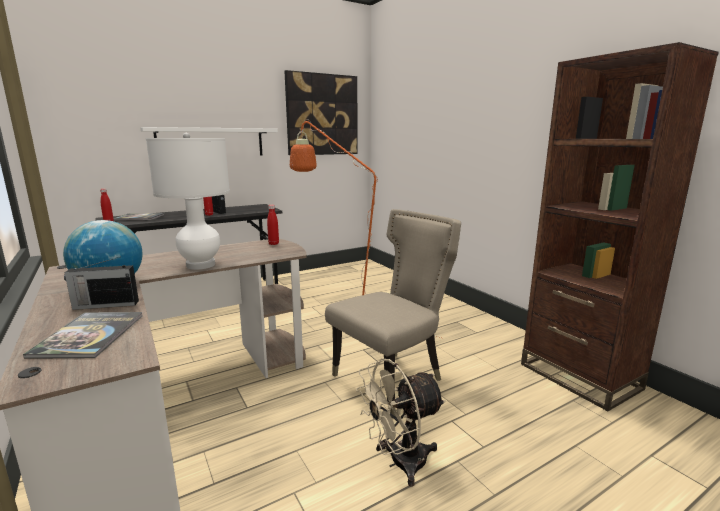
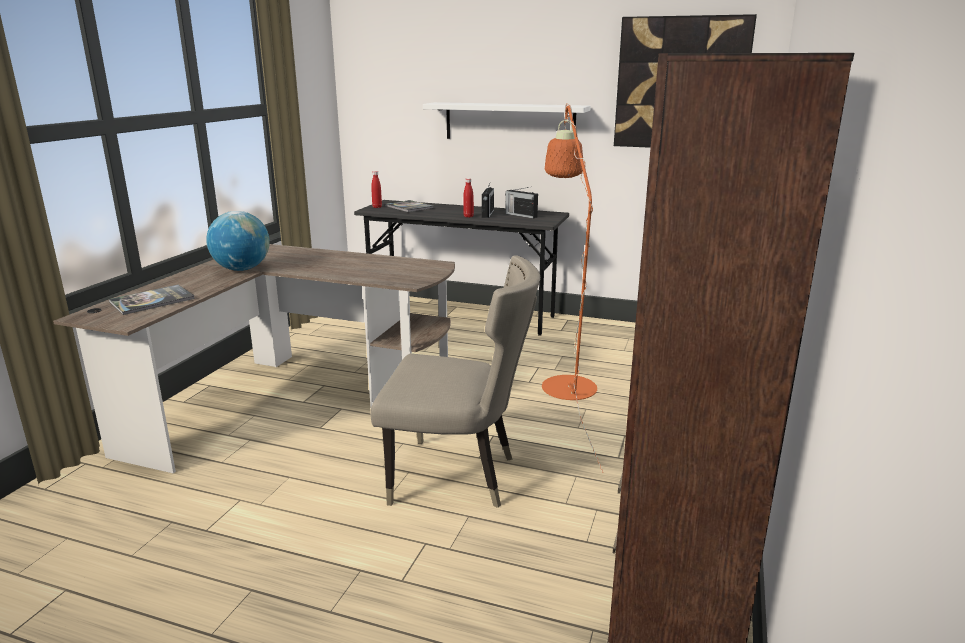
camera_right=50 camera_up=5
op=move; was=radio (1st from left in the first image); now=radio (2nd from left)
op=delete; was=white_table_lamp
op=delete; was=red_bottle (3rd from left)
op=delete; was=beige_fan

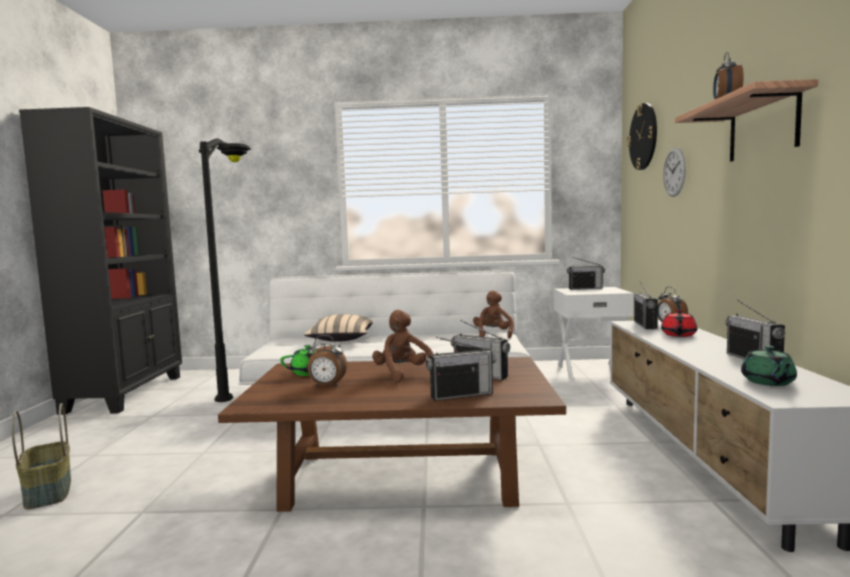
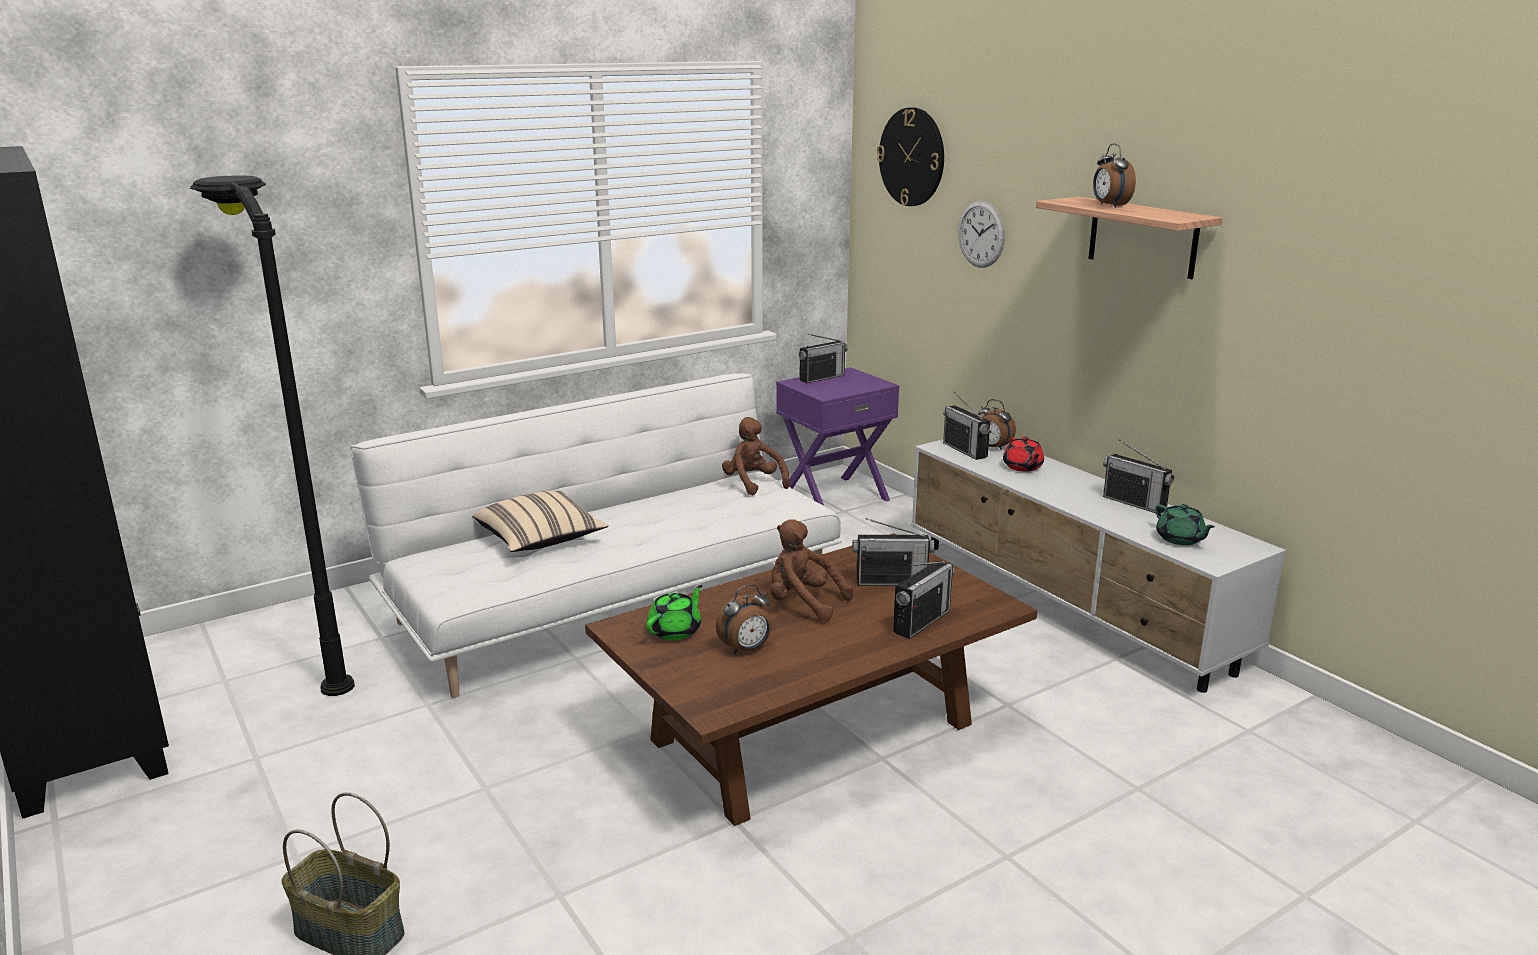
camera_right=-35 camera_up=15
op=recolor; was=white_nightstand; now=purple_nightstand

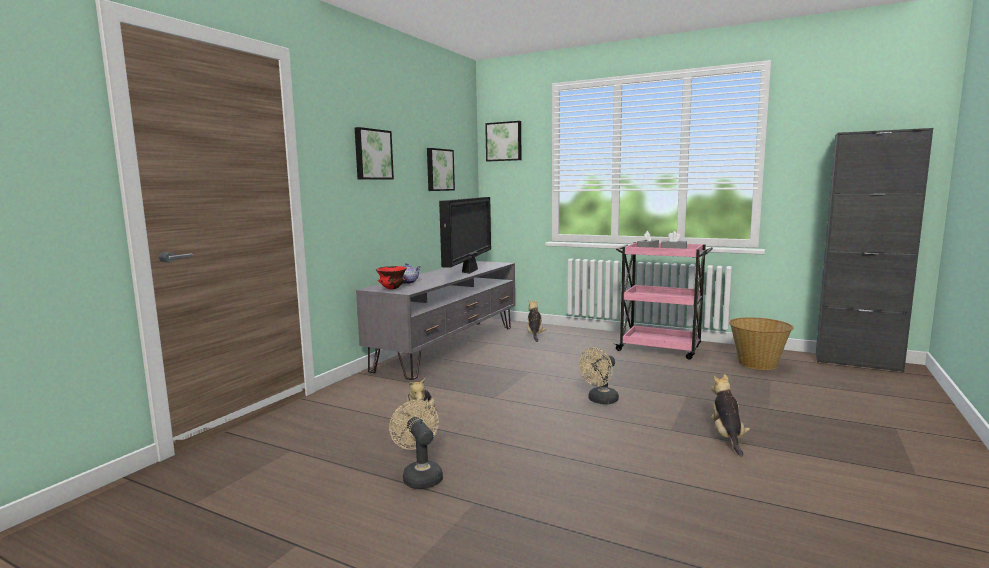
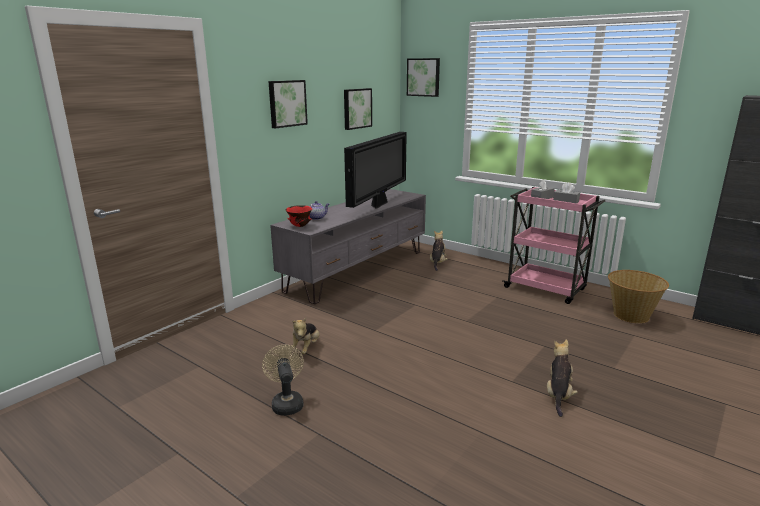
camera_right=10 camera_up=10
op=delete; was=beige_fan (2nd from left)

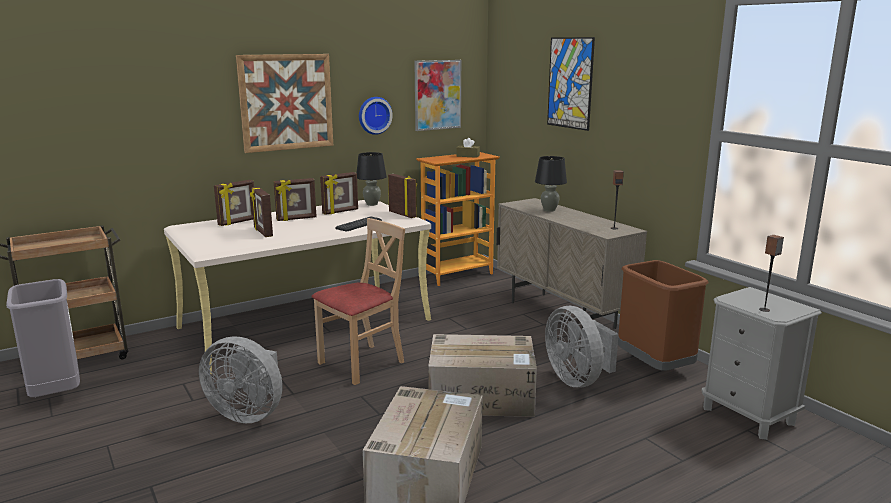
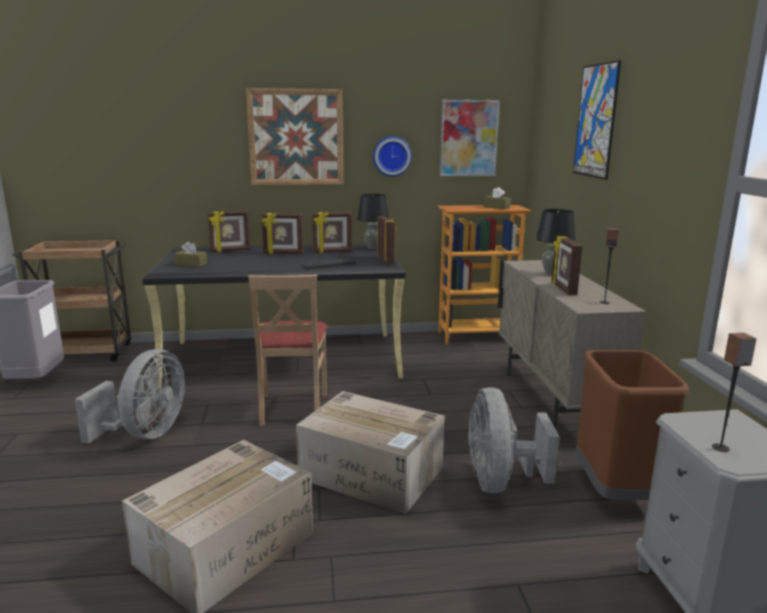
camera_right=25 camera_up=0
op=recolor; was=beige_desk; now=black_desk
op=rotate; was=grey_fan (1st from left); clockwise=-120
op=move; was=picture_frame (2nd from left in the first image); now=picture_frame (5th from left)
op=rotate; was=beige_chair; clockwise=105
op=insert; now=brown_tissue_box (1st from left)

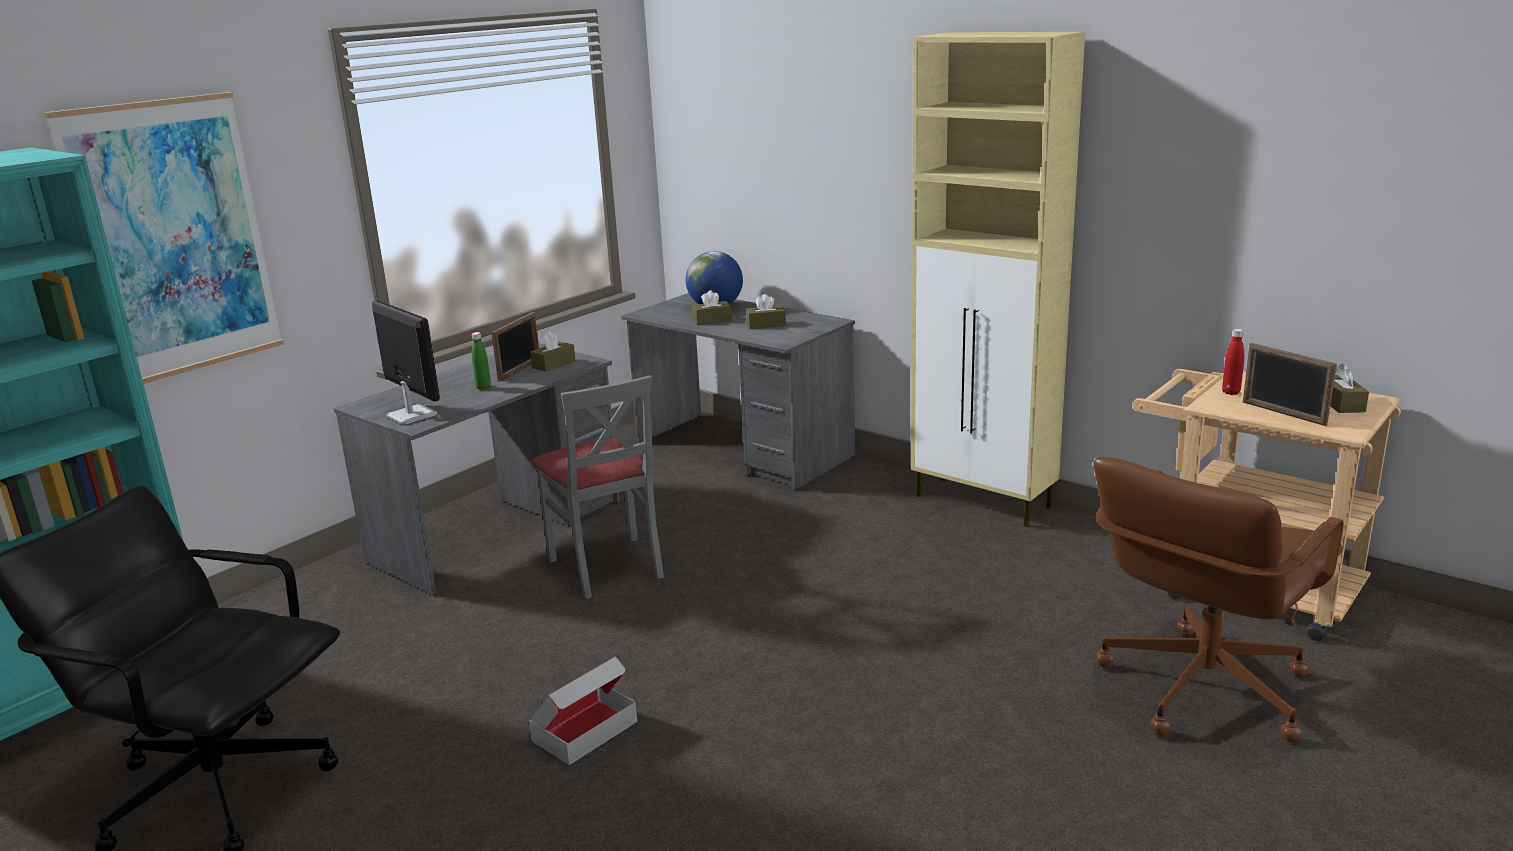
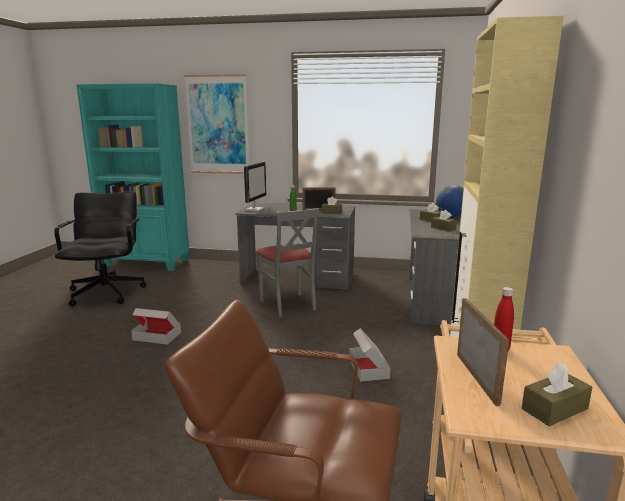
camera_right=60 camera_up=-5
op=rotate; was=grey_chair; clockwise=-60
op=rotate; was=picture_frame (2nd from left); clockwise=150
op=insert; now=cardboard_box (2nd from left)

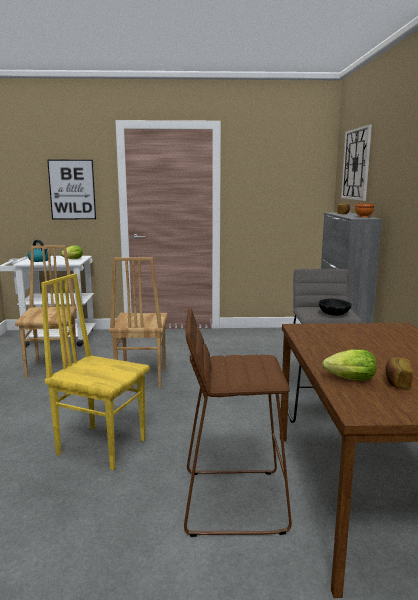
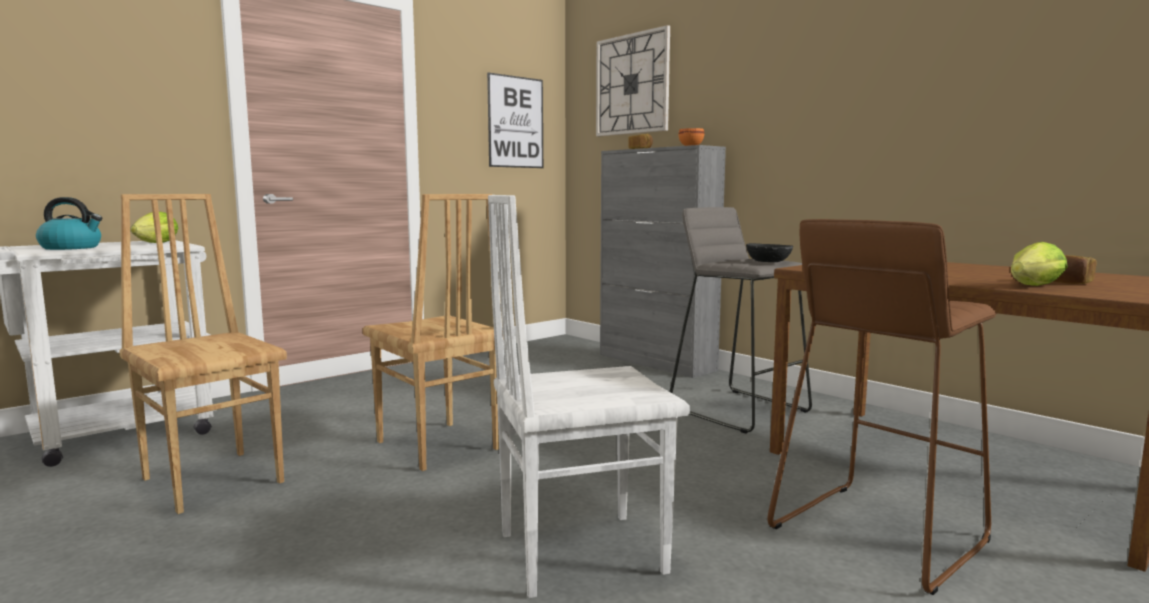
camera_right=-40 camera_up=-5
op=recolor; was=yellow_chair; now=white_chair
op=move; was=picture

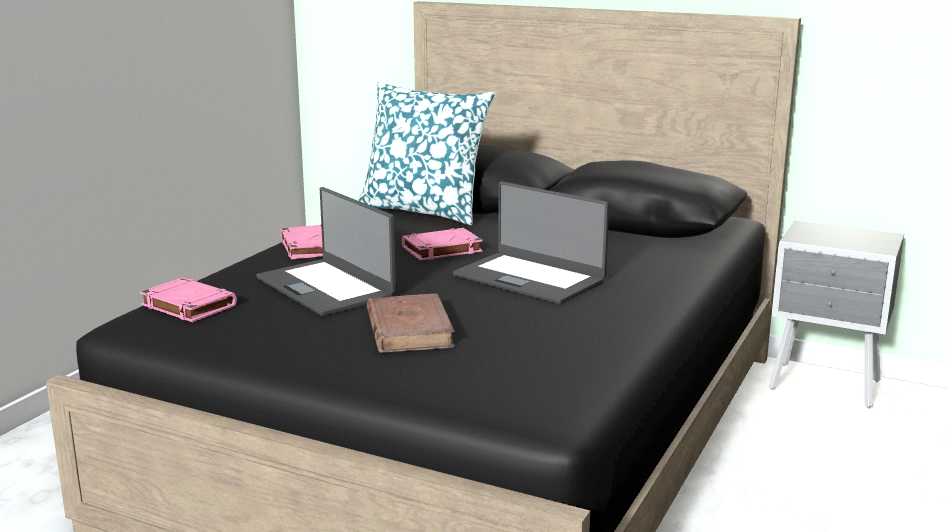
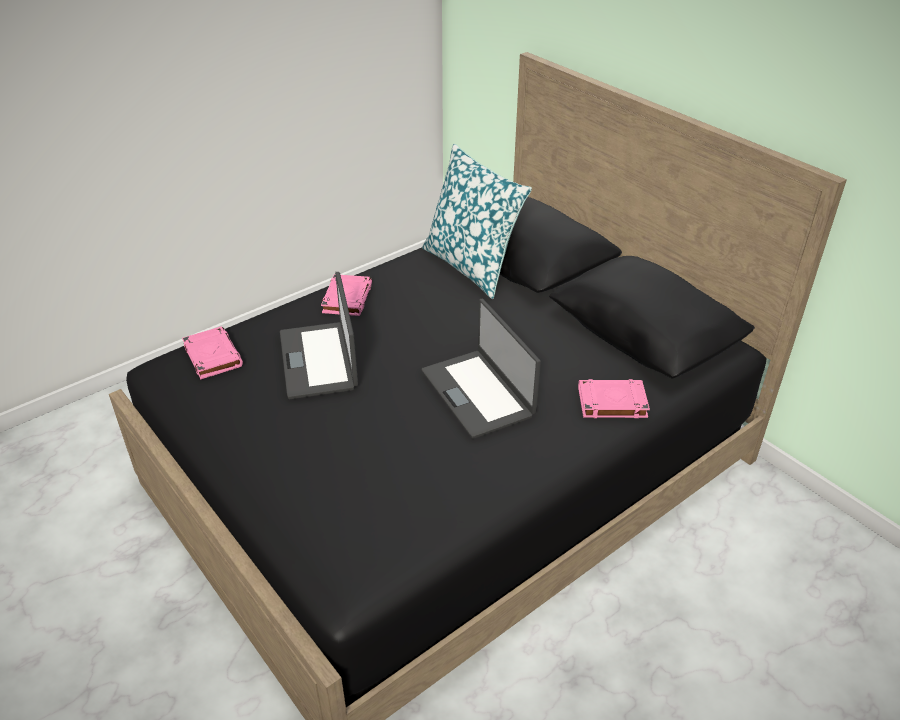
camera_right=25 camera_up=20
op=delete; was=brown_book
op=move; was=pink_book (3rd from left)
op=delete; was=grey_nightstand

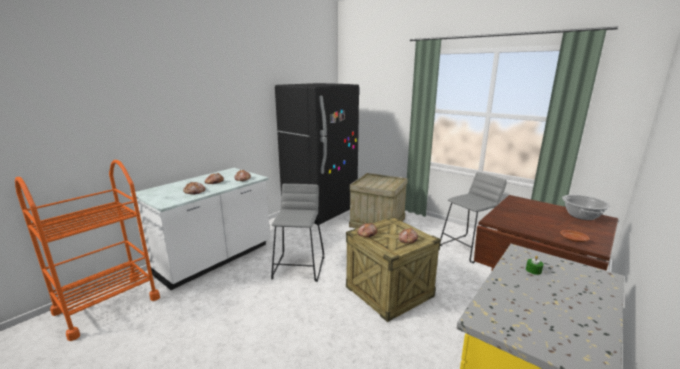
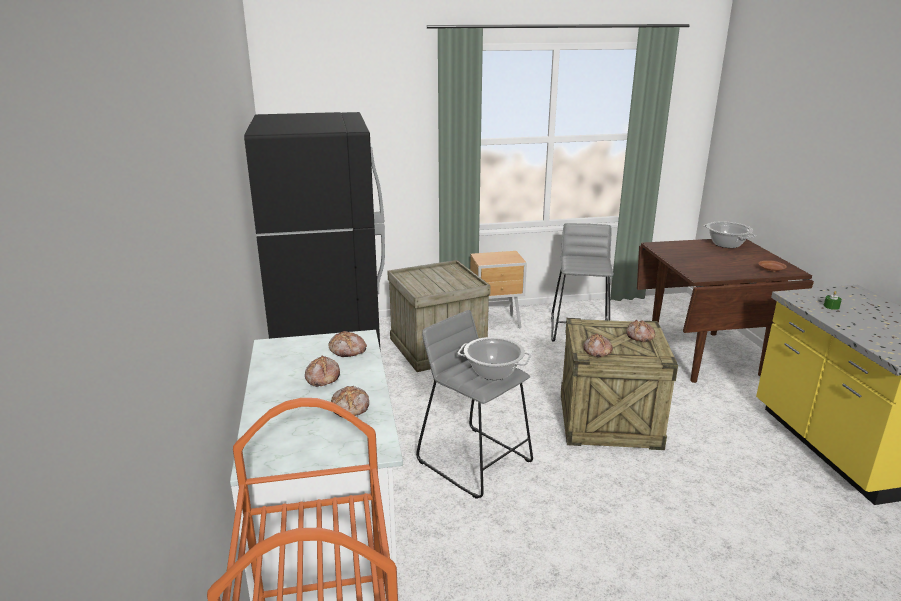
camera_right=-50 camera_up=5
op=insert; now=cooking_pot (1st from left)
op=insert; now=brown_nightstand

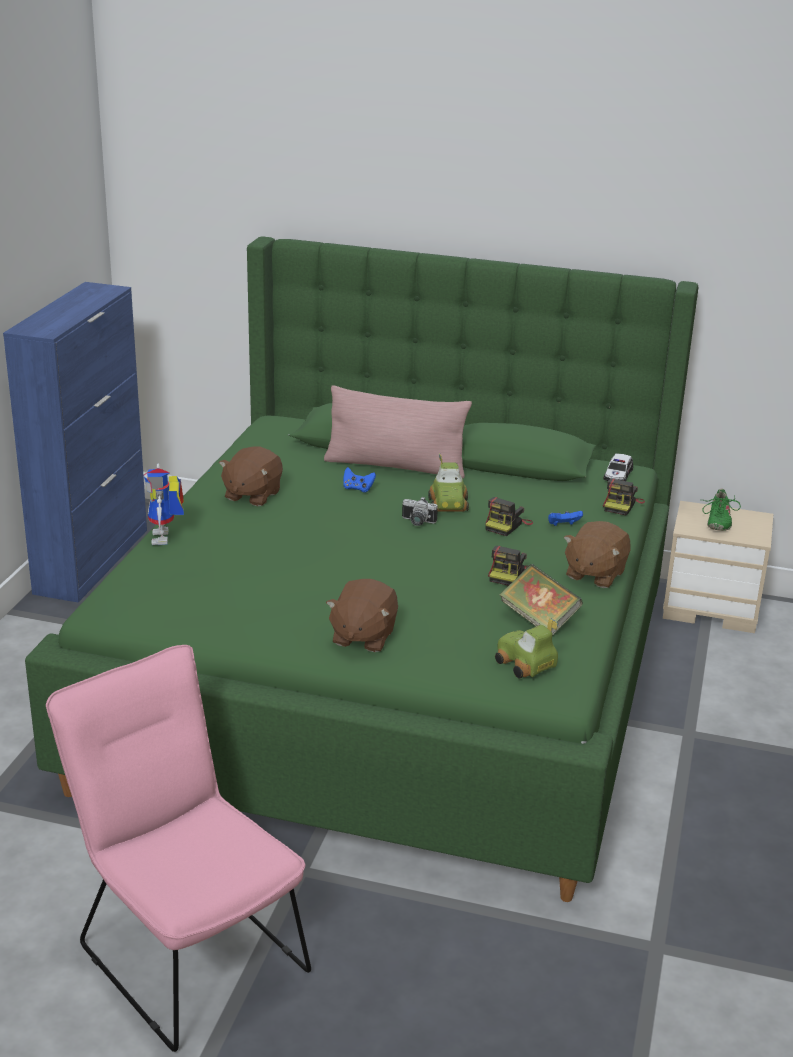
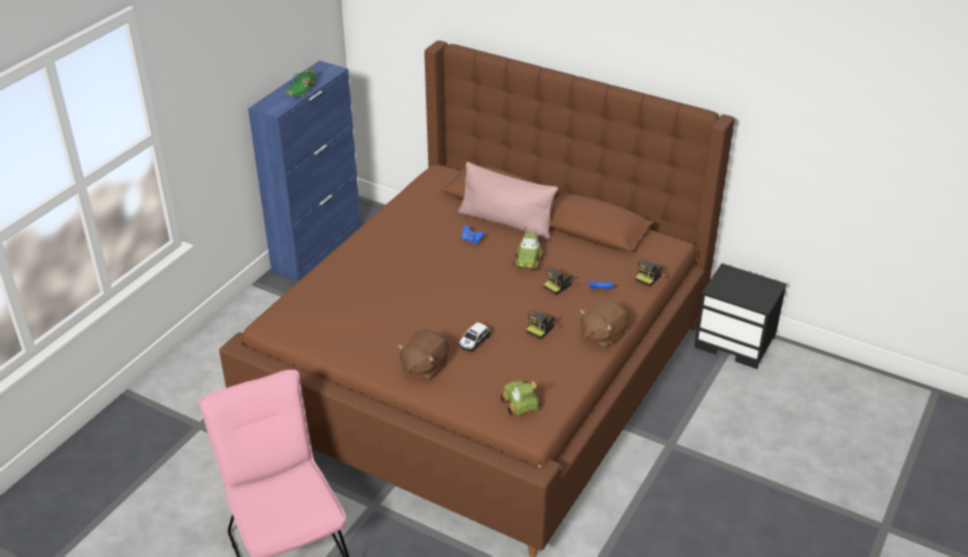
camera_right=15 camera_up=10
op=recolor; was=green_bed; now=brown_bed
op=delete; was=toy_robot
op=delete; was=brown_plush_toy (1st from left)
op=delete; was=photo_camera (1st from left)
op=delete; was=book
op=move; was=toy_car (3rd from left in the first image); now=toy_car (1st from left)
op=recolor; was=beige_nightstand; now=black_nightstand
op=move; was=green_shoe

